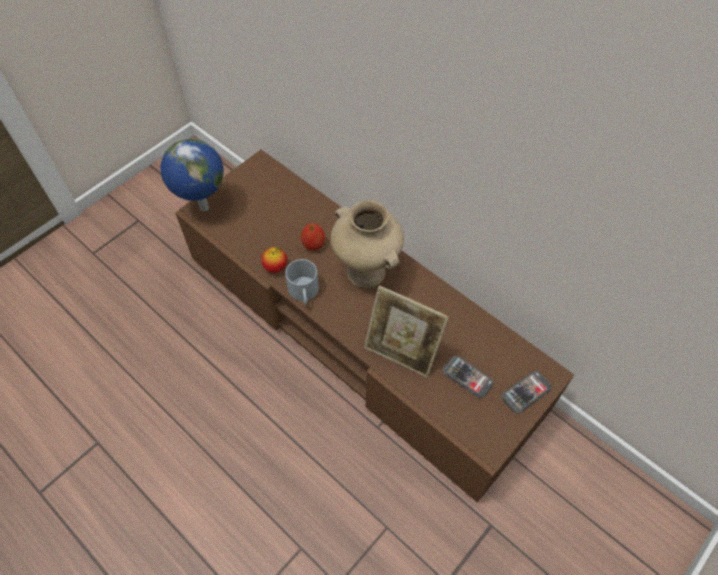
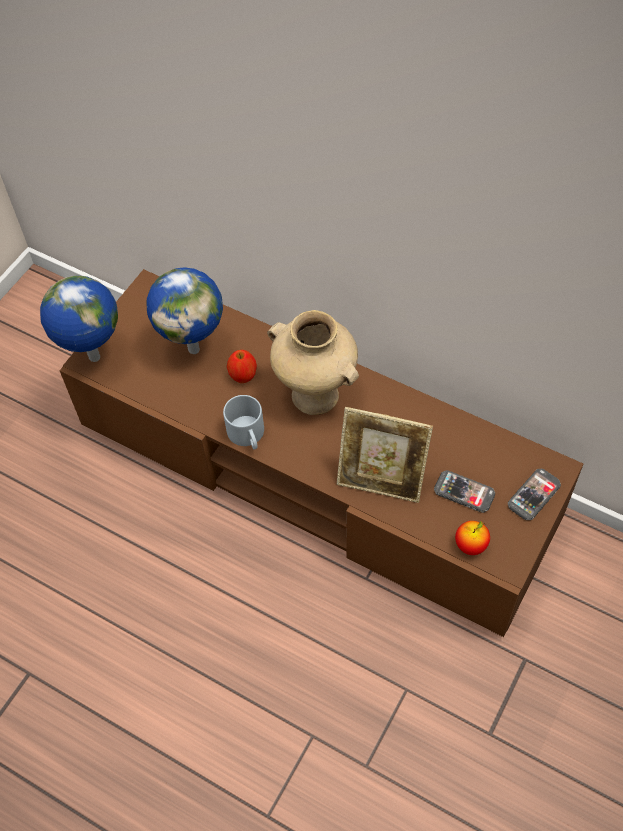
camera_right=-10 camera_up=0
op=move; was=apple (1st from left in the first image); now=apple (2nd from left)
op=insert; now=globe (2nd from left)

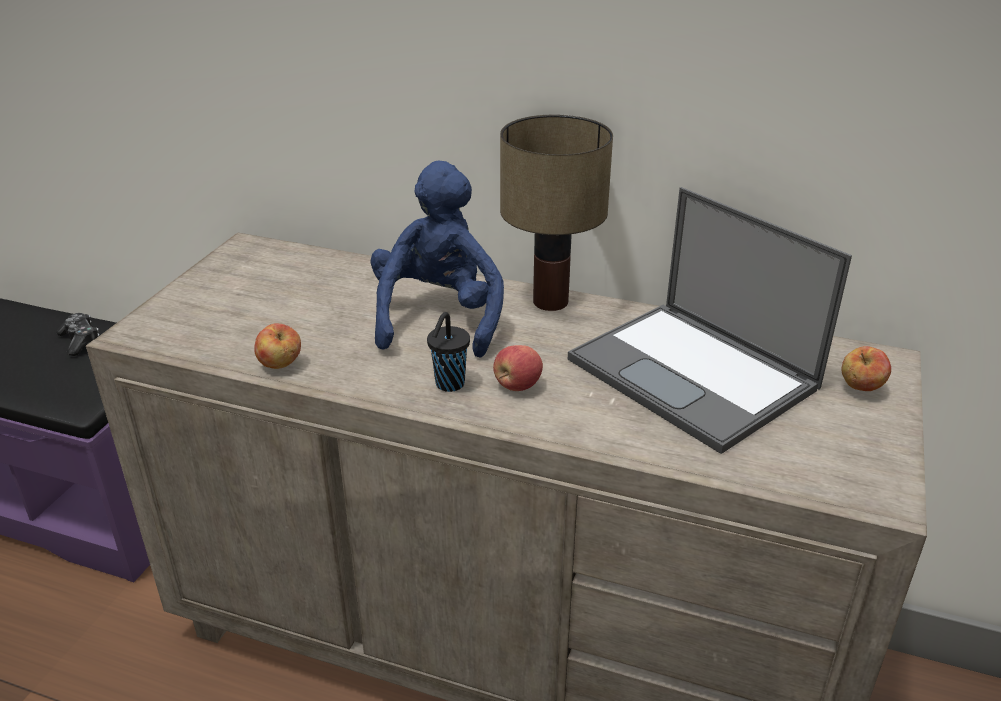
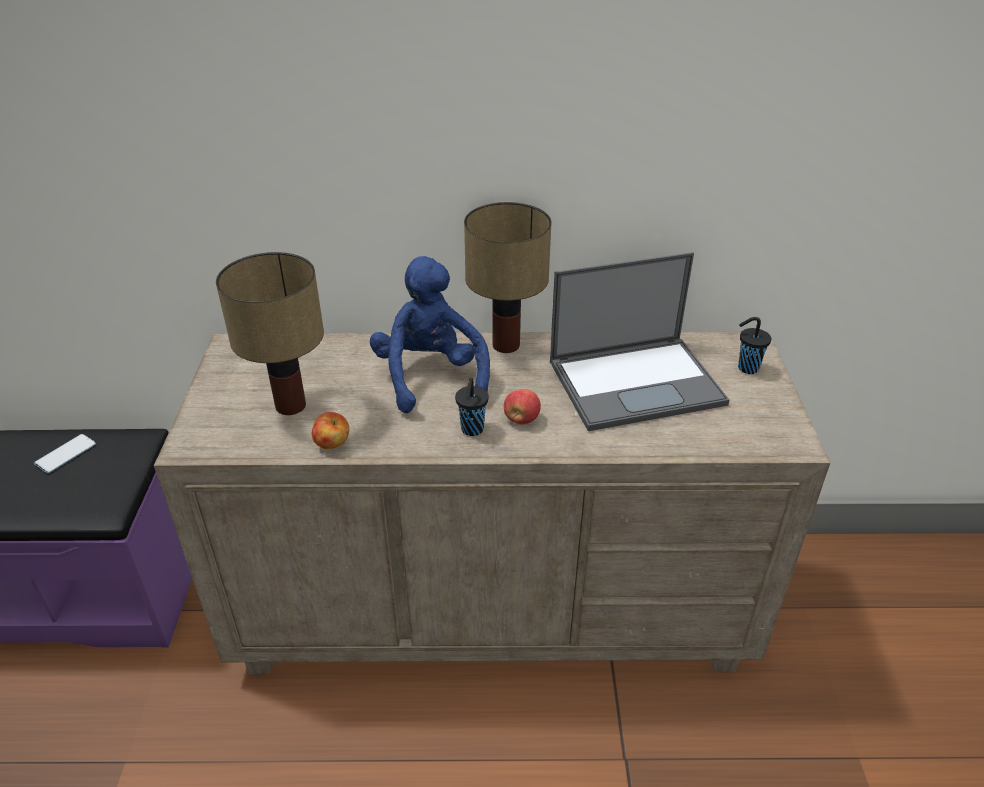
camera_right=-20 camera_up=5
op=replace; was=game_controller; now=phone
op=rotate; was=laptop; clockwise=-45
op=replace; was=apple (3rd from left); now=black_cup (2nd from left)
op=insert; now=table_lamp (1st from left)

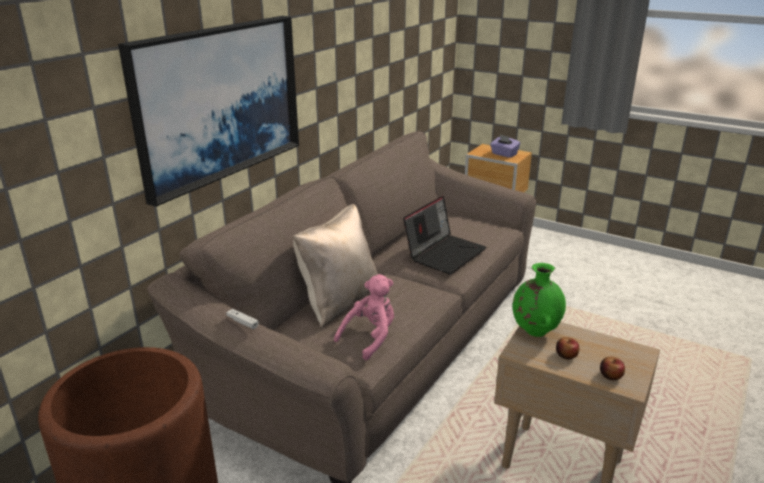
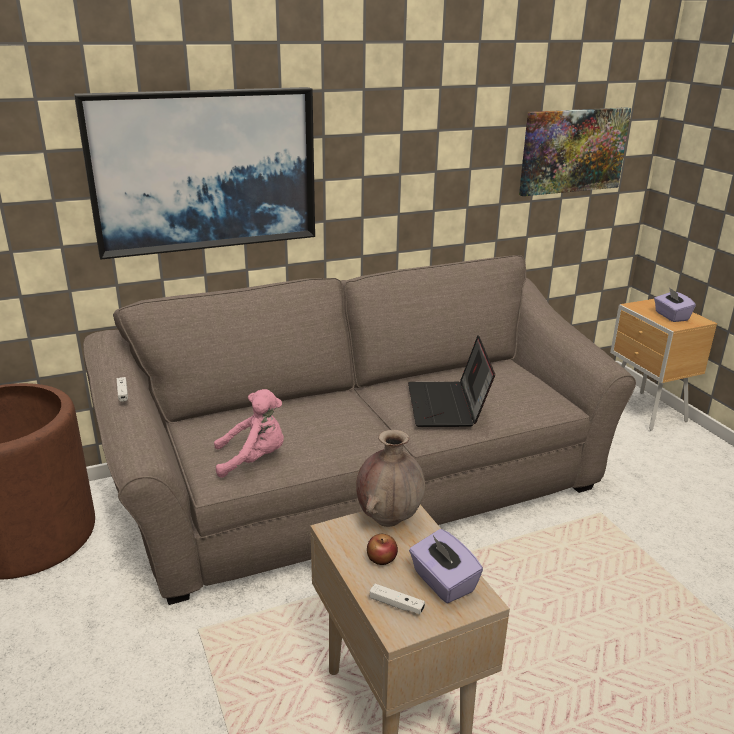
camera_right=35 camera_up=0
op=delete; was=beige_pillow
op=rotate; was=laptop; clockwise=105
op=recolor; was=green_vase; now=brown_vase
op=replace; was=apple (2nd from left); now=white_game_controller (2nd from left)
op=insert; now=purple_tissue_box (1st from left)
op=insert; now=picture (2nd from left)

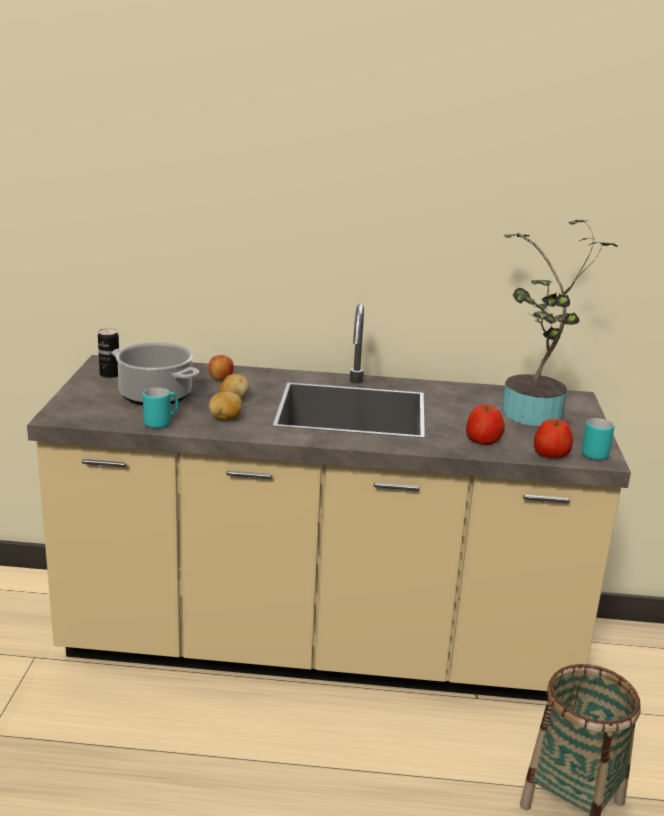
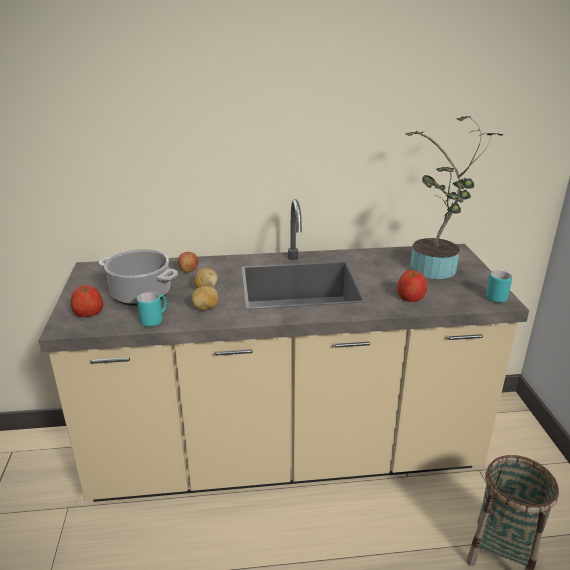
camera_right=-10 camera_up=5
op=delete; was=can
op=move; was=apple (3rd from left in the first image); now=apple (1st from left)

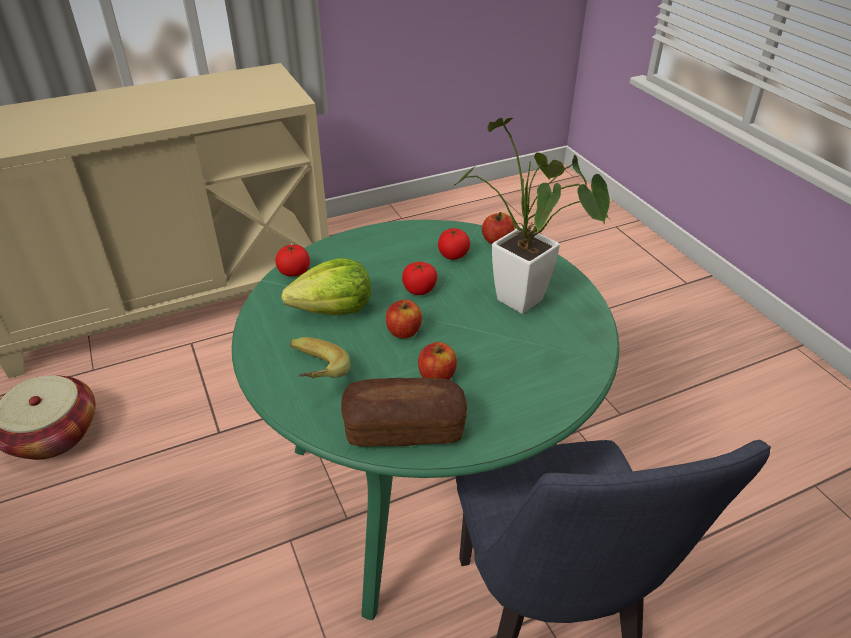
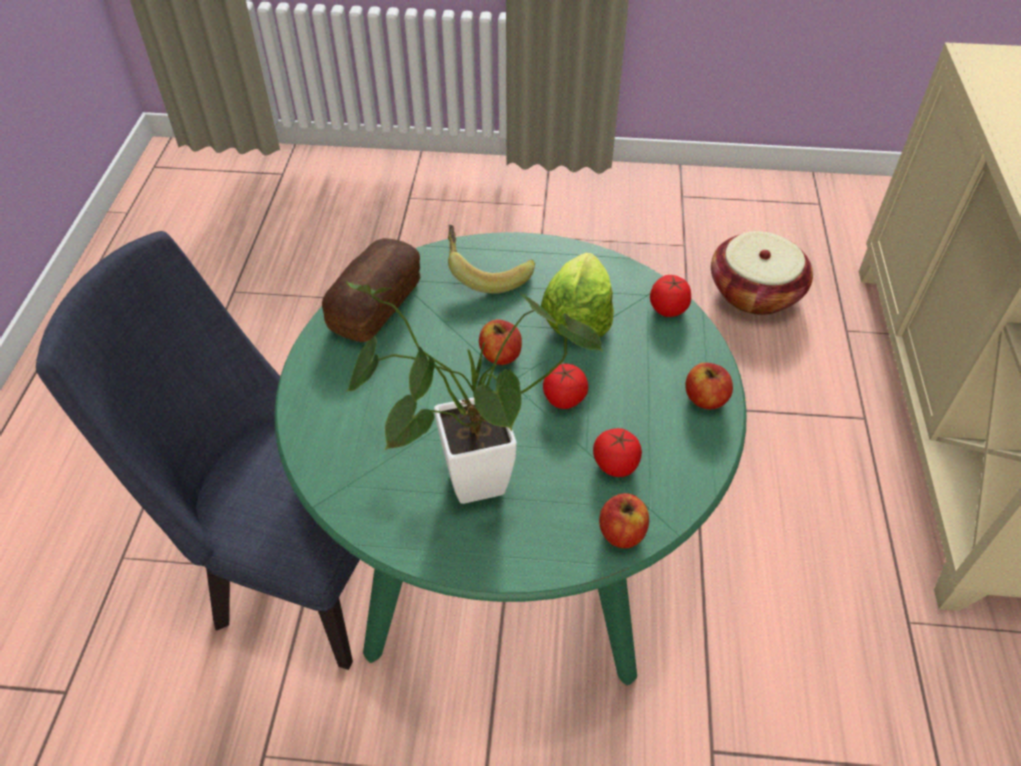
camera_right=120 camera_up=10
op=move; was=apple (2nd from left in the first image); now=apple (3rd from left)

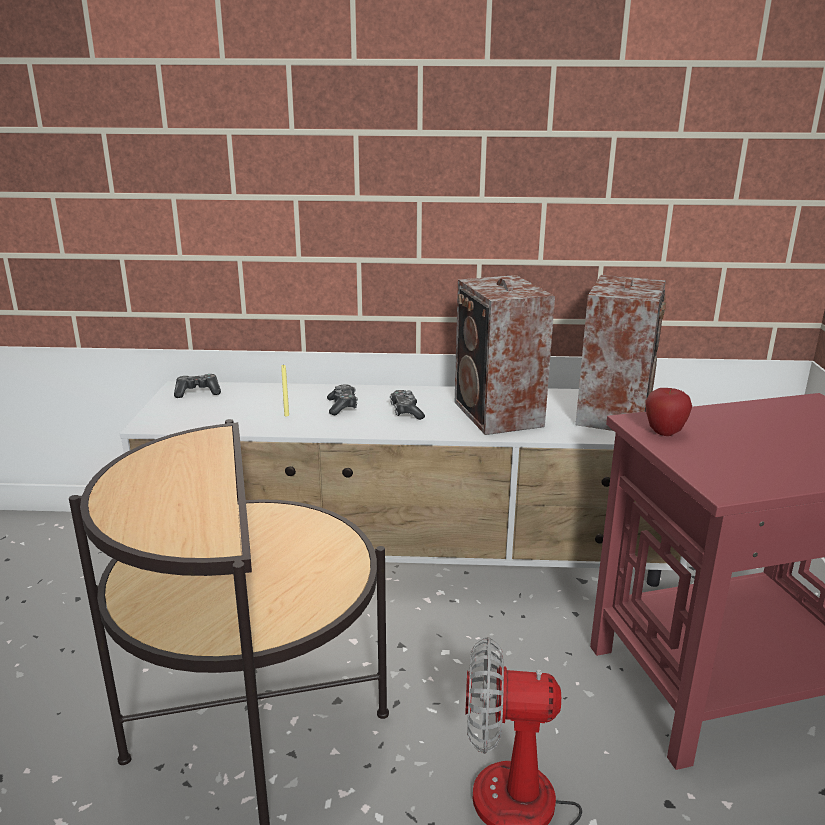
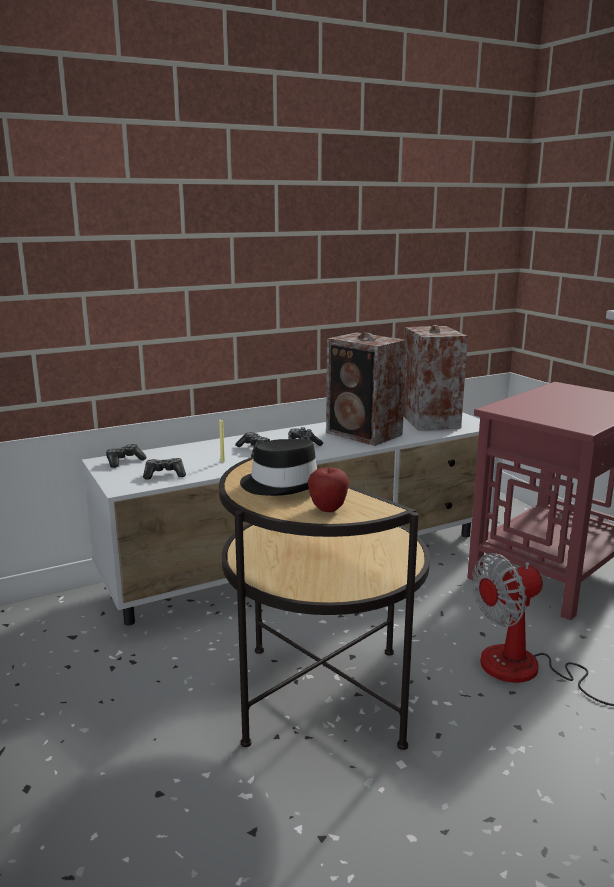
camera_right=-30 camera_up=-5
op=move; was=apple
op=insert; now=game_controller (2nd from left)
op=insert; now=black_hat

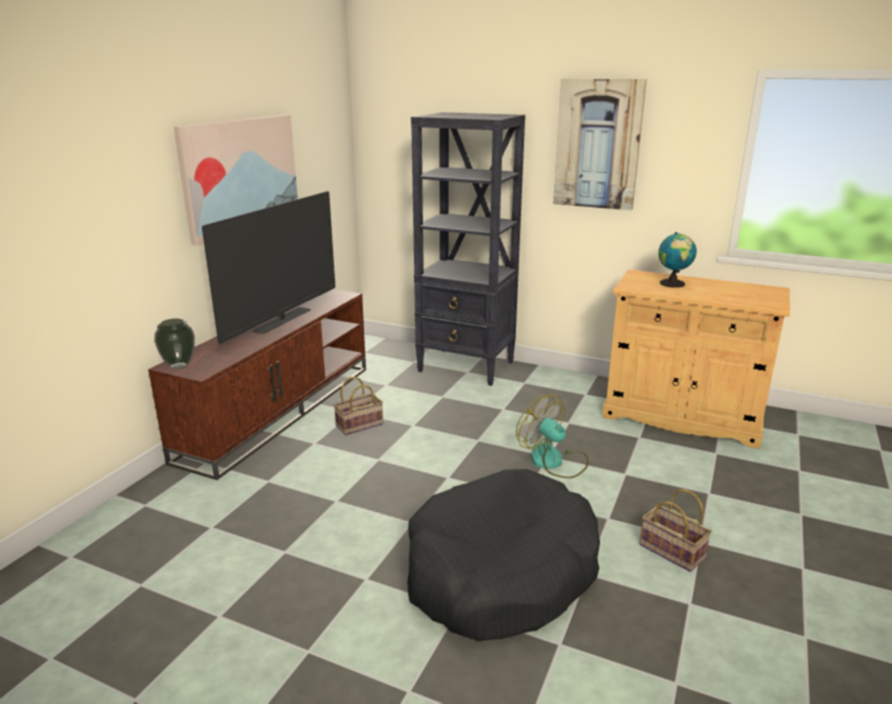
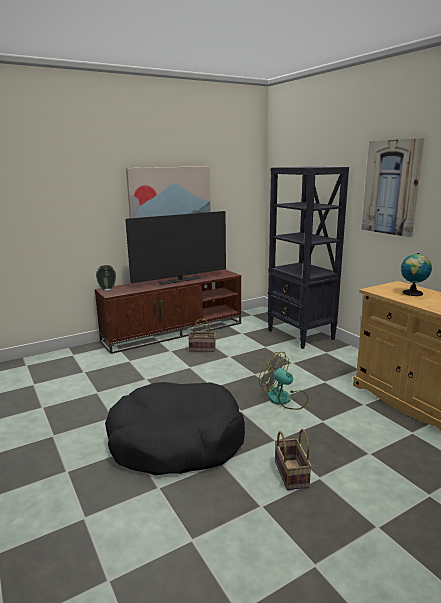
camera_right=35 camera_up=-5
op=rotate; was=fan; clockwise=-45

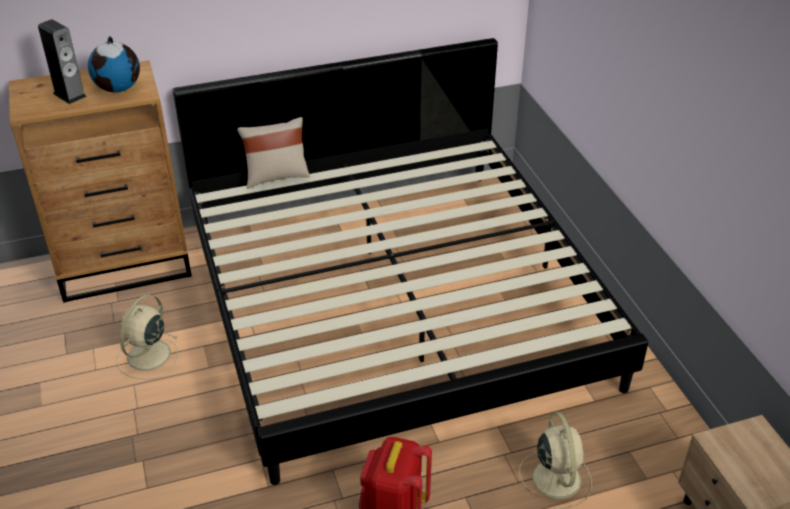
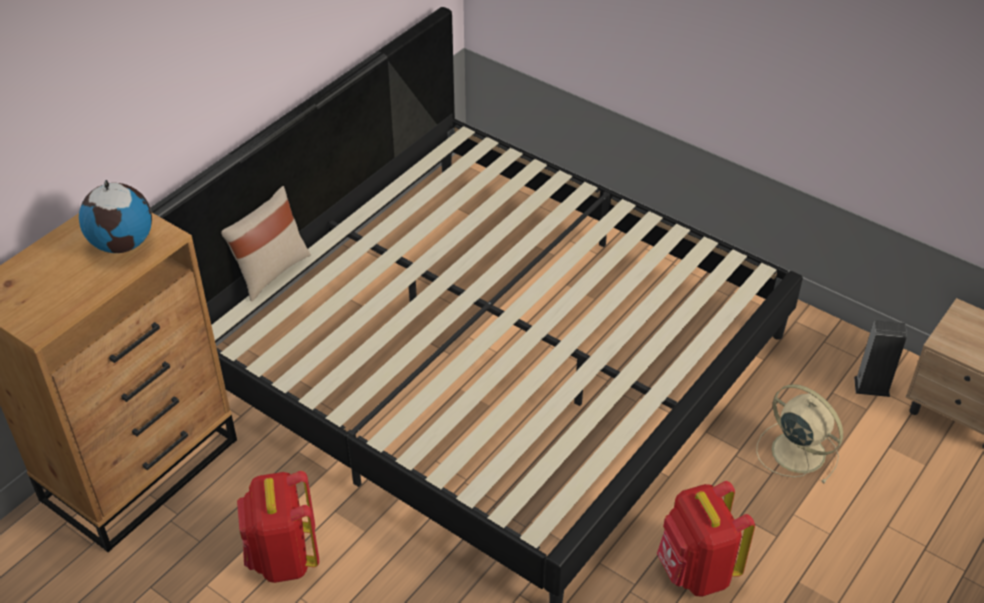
camera_right=-35 camera_up=5
op=move; was=speaker
op=replace; was=beige_fan (1st from left); now=red_backpack (1st from left)

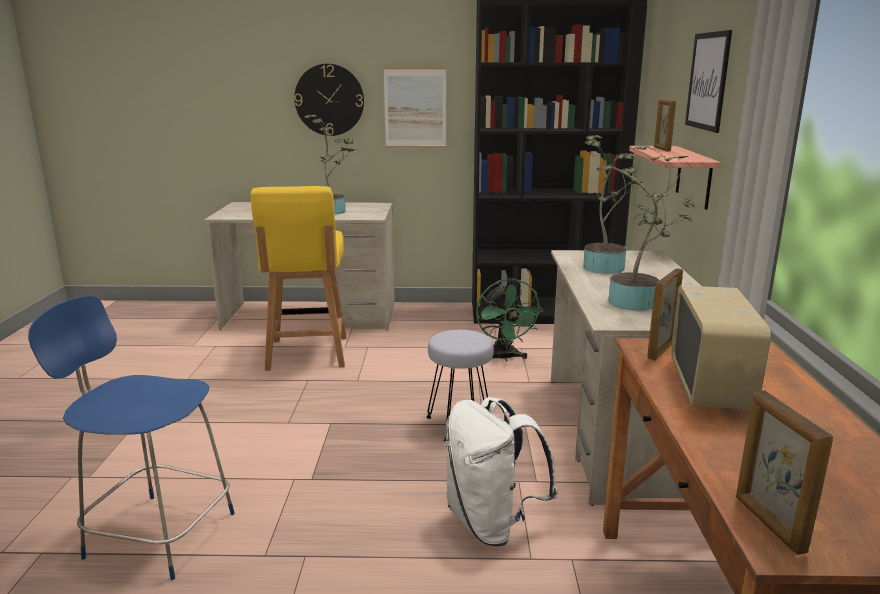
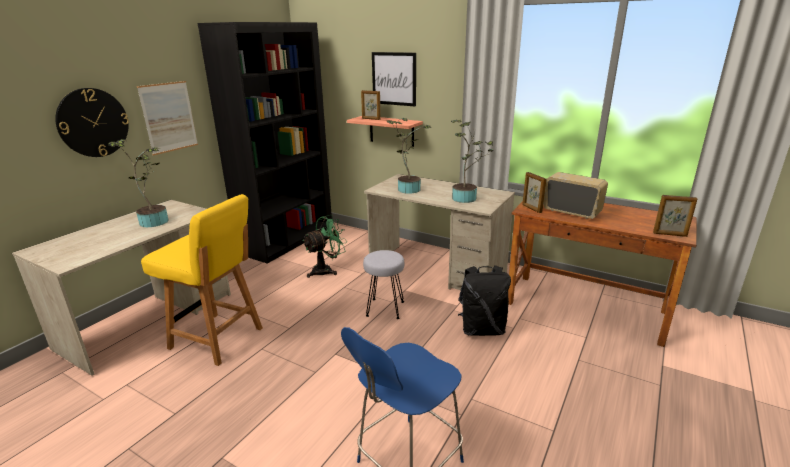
camera_right=-60 camera_up=5
op=recolor; was=white_backpack; now=black_backpack
op=rotate; was=green_fan; clockwise=-60

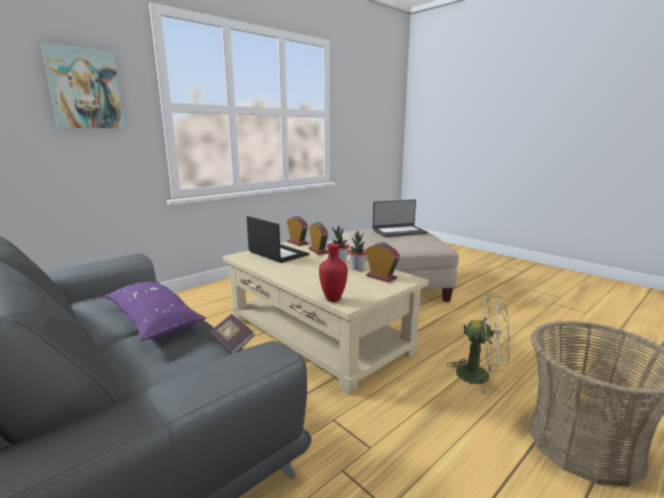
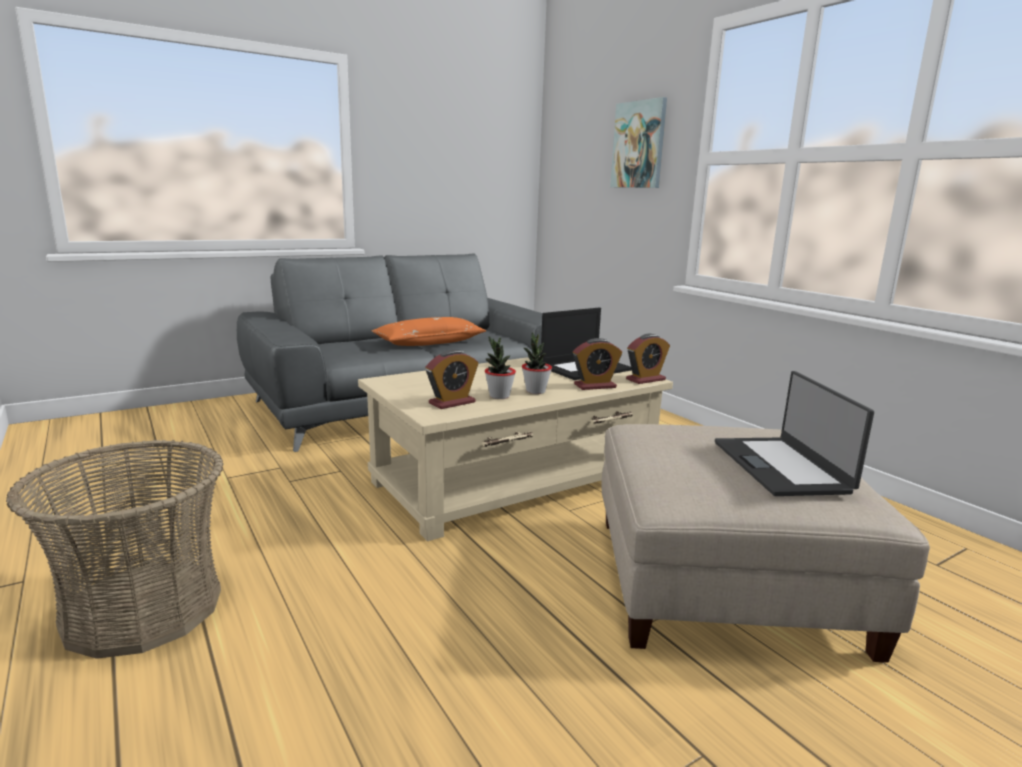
camera_right=100 camera_up=0
op=recolor; was=purple_pillow; now=orange_pillow
op=delete; was=book
op=delete; was=red_vase
op=delete; was=green_fan

